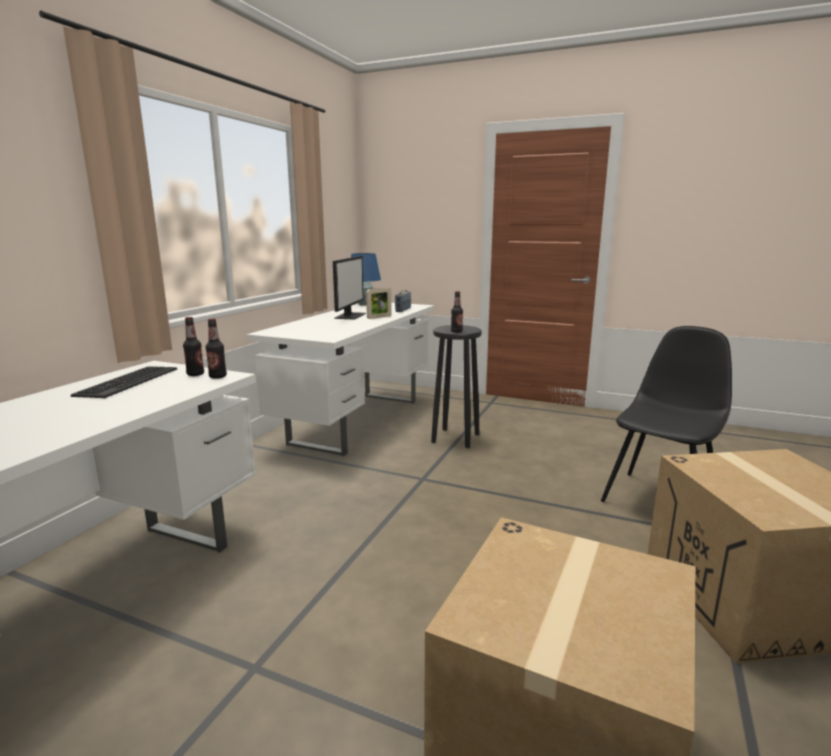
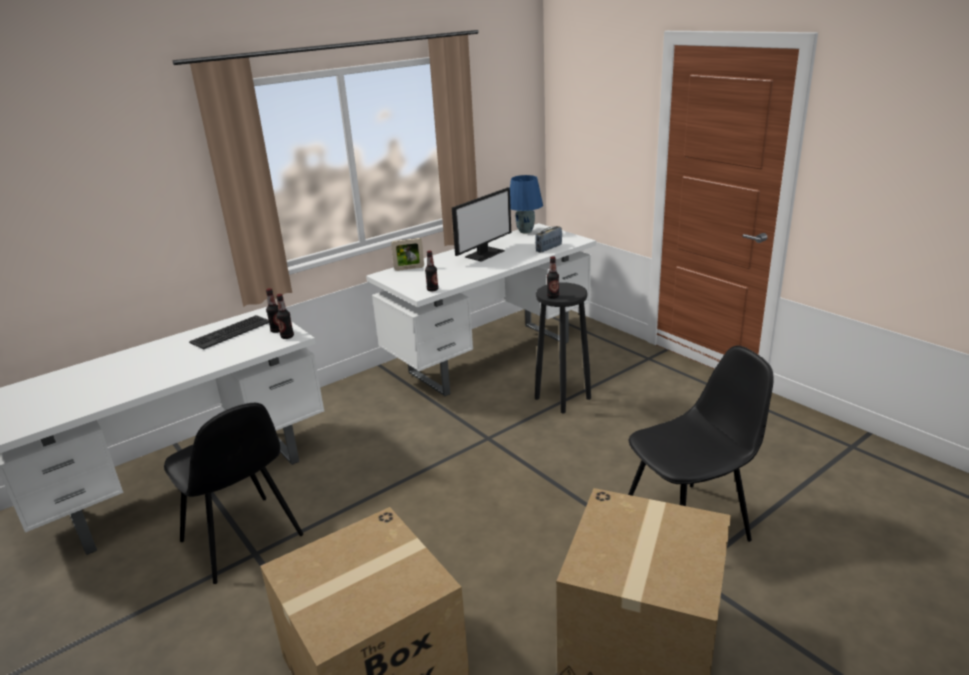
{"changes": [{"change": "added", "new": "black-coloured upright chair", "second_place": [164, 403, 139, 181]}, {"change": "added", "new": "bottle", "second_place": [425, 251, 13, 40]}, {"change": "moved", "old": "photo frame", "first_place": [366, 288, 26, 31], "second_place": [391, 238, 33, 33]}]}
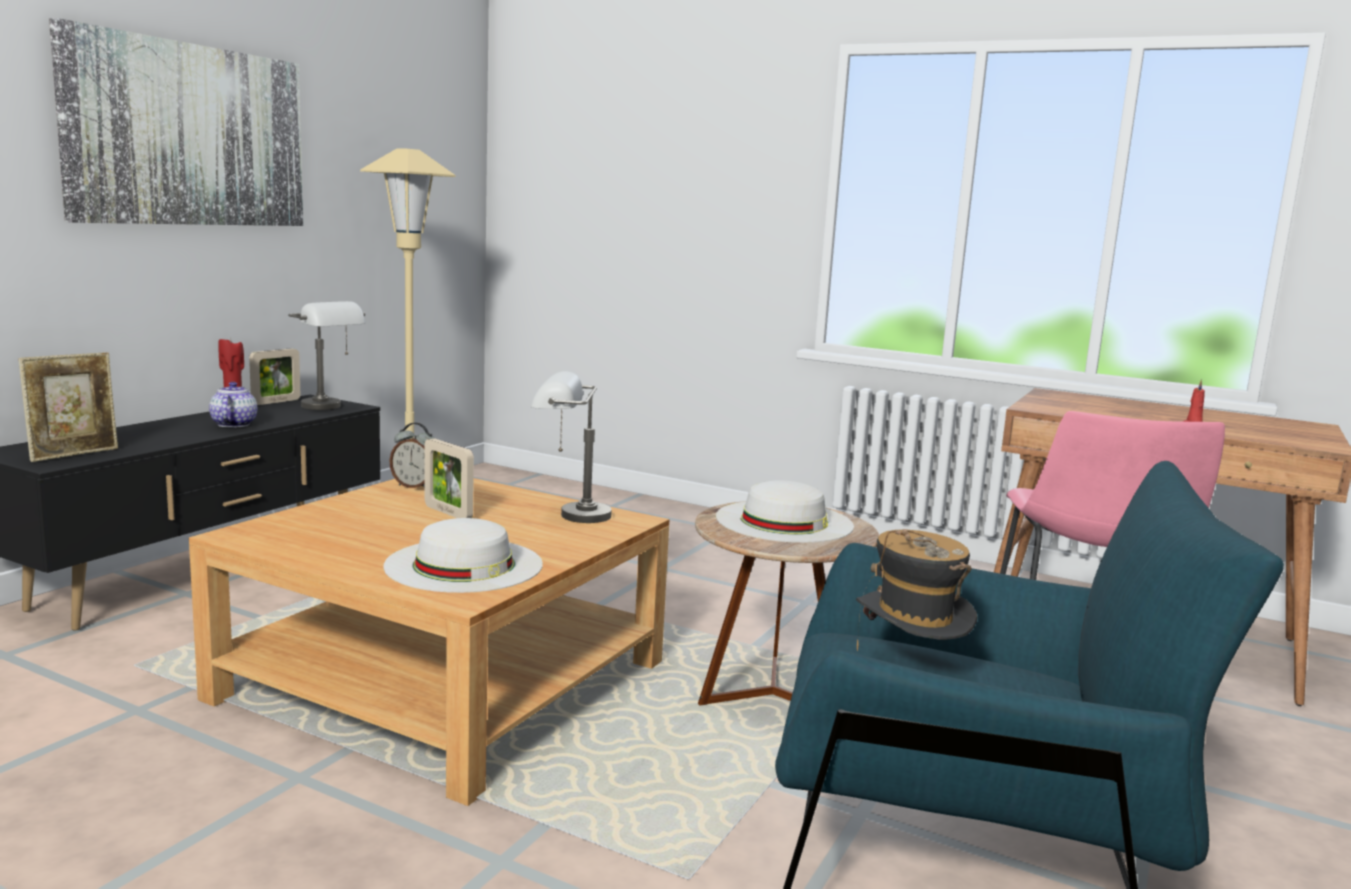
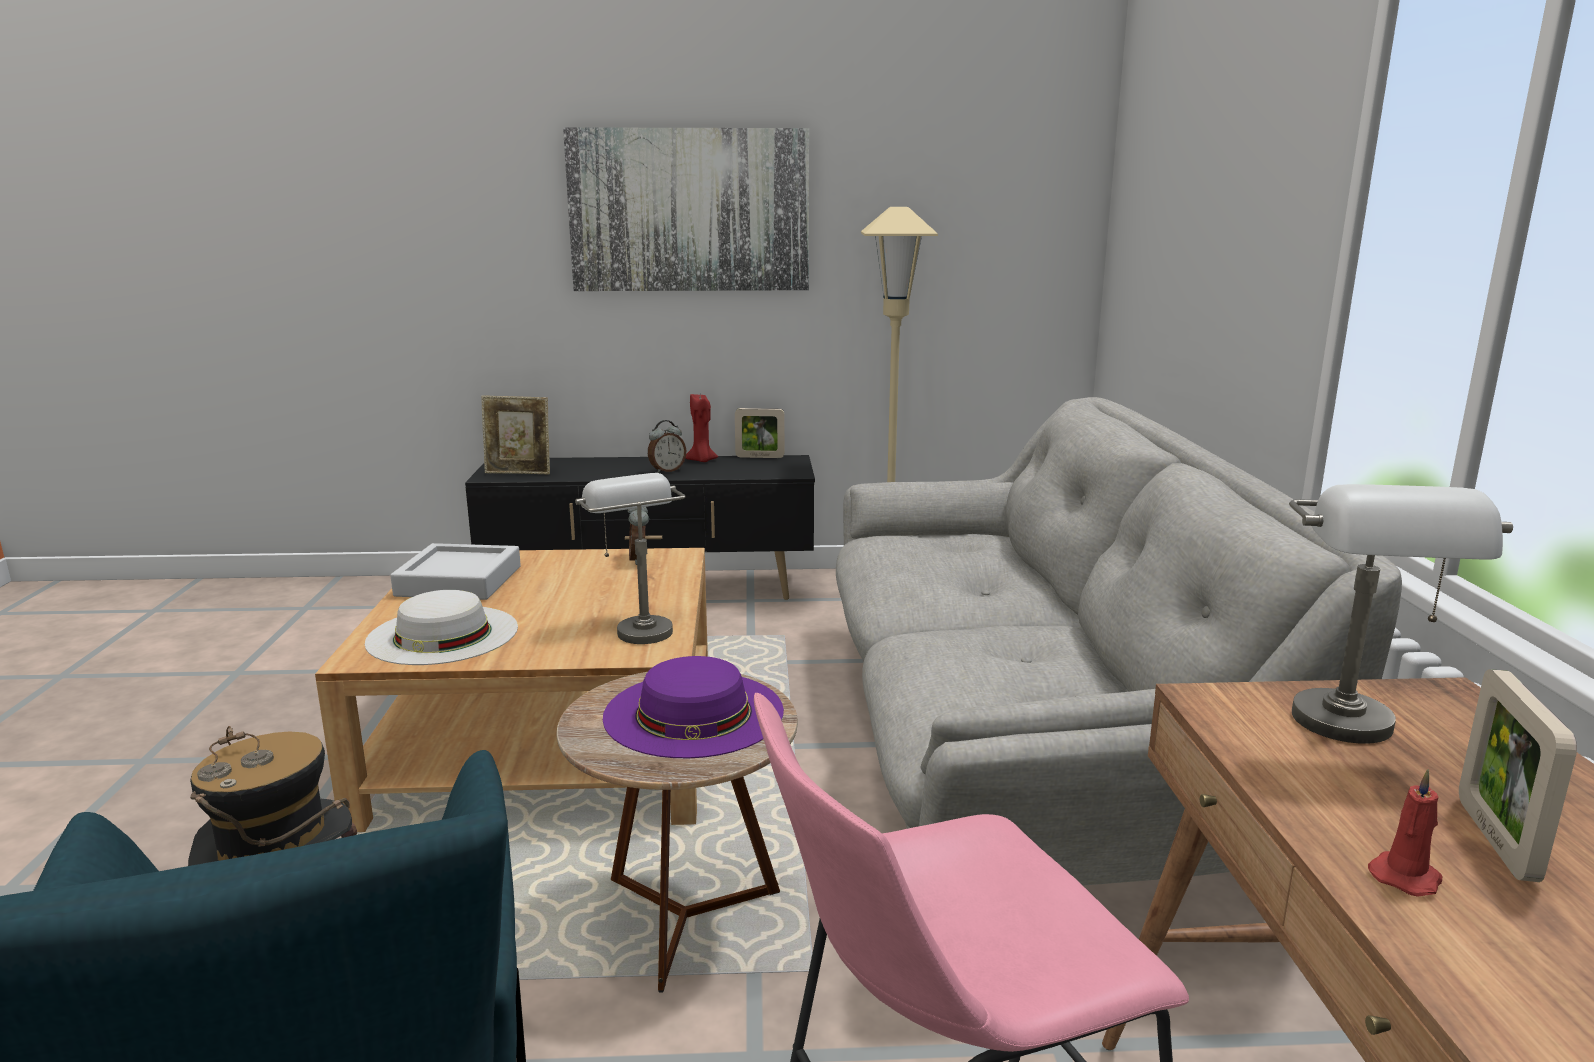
{"changes": [{"change": "added", "new": "grey carrying tray", "second_place": [391, 543, 130, 57]}, {"change": "added", "new": "grey settee", "second_place": [836, 397, 566, 489]}, {"change": "moved", "old": "grey tabletop lamp", "first_place": [288, 301, 77, 109], "second_place": [1289, 484, 224, 260]}, {"change": "moved", "old": "photo frame", "first_place": [425, 438, 49, 80], "second_place": [1459, 669, 118, 213]}, {"change": "replaced", "old": "pot for tea", "new": "bedside clock", "first_place": [209, 382, 48, 45], "second_place": [648, 420, 38, 53]}, {"change": "recoloured", "old": "white clothing hat", "new": "purple clothing hat", "first_place": [716, 480, 138, 63], "second_place": [603, 656, 181, 102]}]}
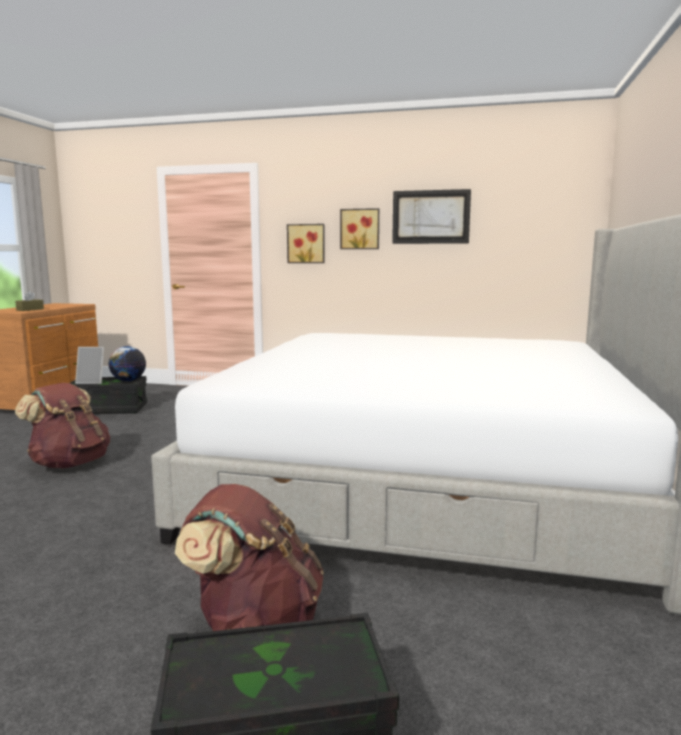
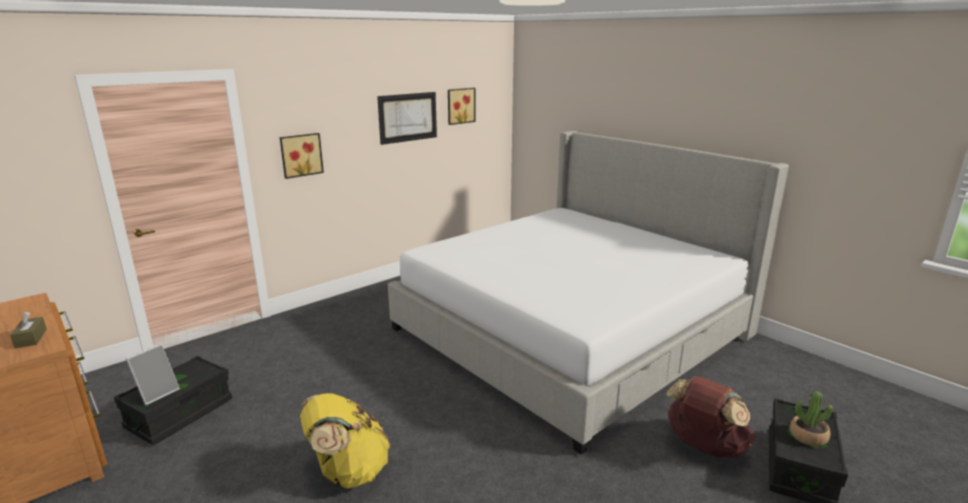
{"changes": [{"change": "removed", "old": "desk globe", "first_place": [108, 346, 38, 35]}, {"change": "added", "new": "potted plant", "second_place": [790, 391, 43, 55]}, {"change": "moved", "old": "wall picture", "first_place": [340, 208, 39, 41], "second_place": [448, 88, 28, 37]}, {"change": "recoloured", "old": "brown rucksack", "new": "yellow rucksack", "first_place": [15, 383, 95, 85], "second_place": [300, 393, 90, 96]}]}
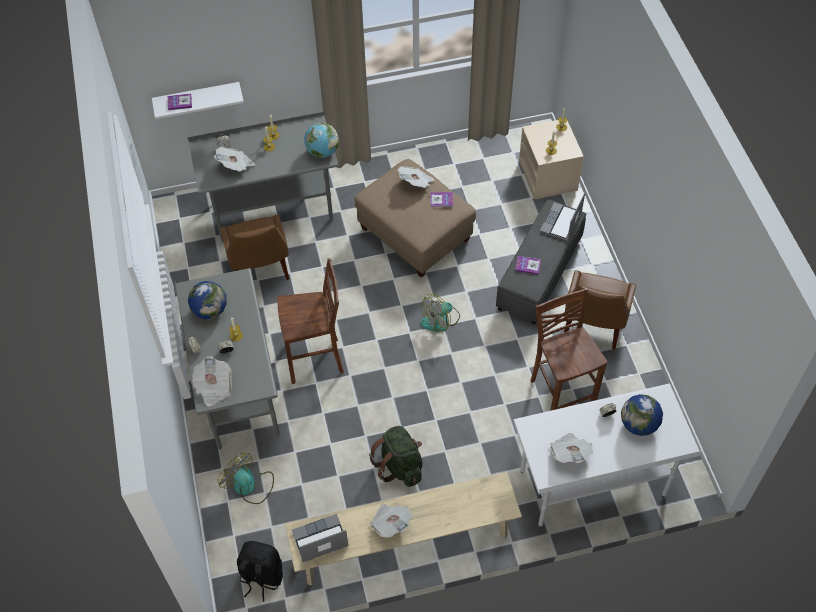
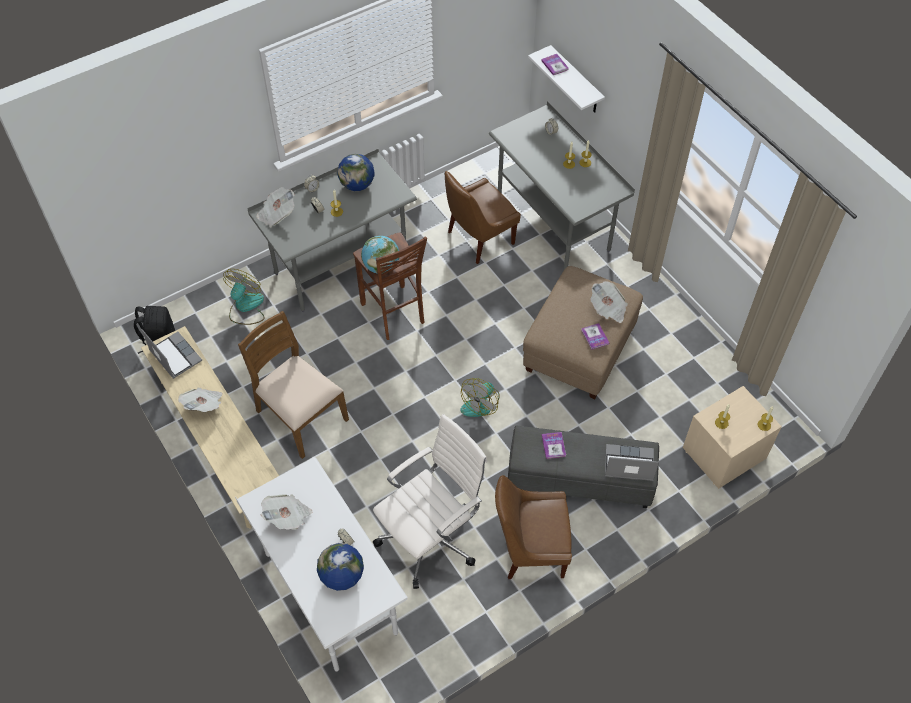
{"changes": [{"change": "removed", "old": "daily paper", "first_place": [214, 147, 41, 25]}, {"change": "moved", "old": "desk globe", "first_place": [304, 123, 35, 35], "second_place": [361, 236, 39, 38]}, {"change": "replaced", "old": "green-coloured rucksack", "new": "brown upright chair", "first_place": [369, 426, 53, 61], "second_place": [238, 311, 111, 148]}, {"change": "replaced", "old": "brown stool seat", "new": "white computer chair", "first_place": [531, 288, 77, 123], "second_place": [373, 414, 114, 175]}, {"change": "turned", "old": "electric fan", "first_place": [420, 294, 40, 38], "second_place": [461, 378, 39, 39], "degrees": -90}]}
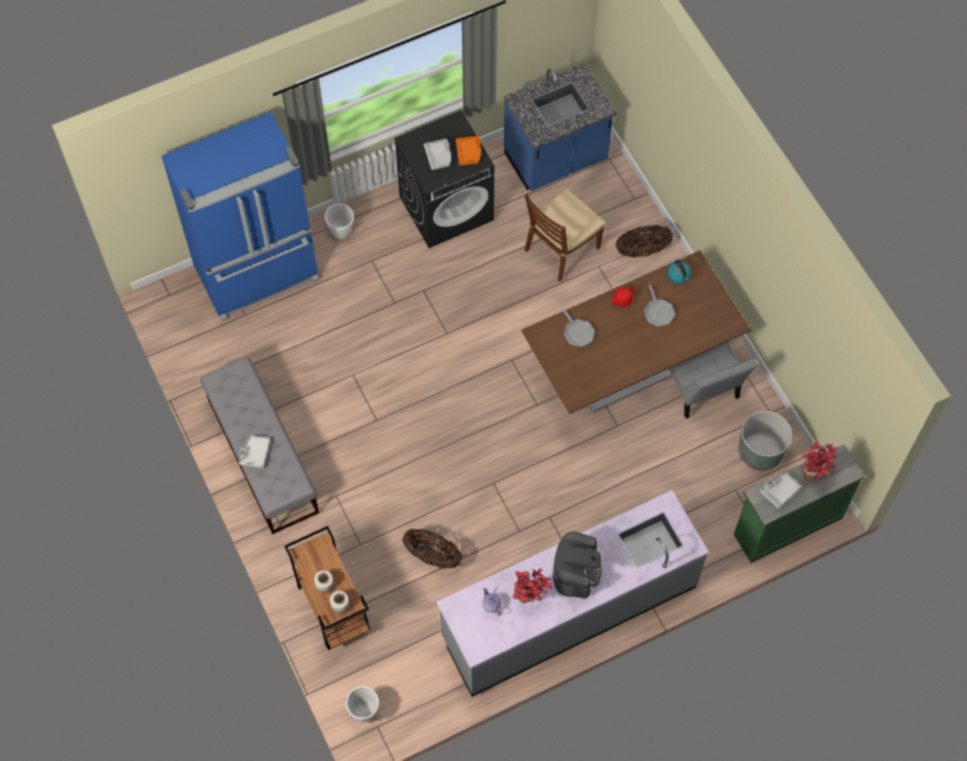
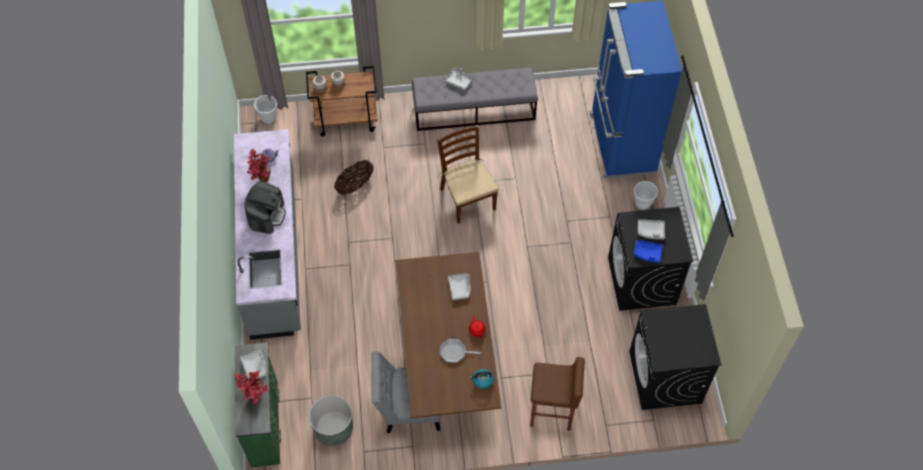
{"changes": [{"change": "moved", "old": "brown upright chair", "first_place": [525, 188, 80, 94], "second_place": [437, 125, 62, 99]}, {"change": "replaced", "old": "blue-coloured counter", "new": "black-coloured laundry appliance", "first_place": [504, 63, 113, 128], "second_place": [629, 304, 92, 106]}, {"change": "replaced", "old": "frying pan", "new": "grey carrying tray", "first_place": [562, 307, 33, 40], "second_place": [448, 273, 23, 27]}, {"change": "replaced", "old": "household basket", "new": "brown stool seat", "first_place": [616, 225, 57, 32], "second_place": [530, 357, 55, 74]}, {"change": "recoloured", "old": "orangey carrying tray", "new": "blue-coloured carrying tray", "first_place": [456, 136, 25, 29], "second_place": [634, 240, 29, 23]}, {"change": "turned", "old": "coffee maker", "first_place": [553, 531, 49, 68], "second_place": [244, 181, 42, 53], "degrees": -105}]}
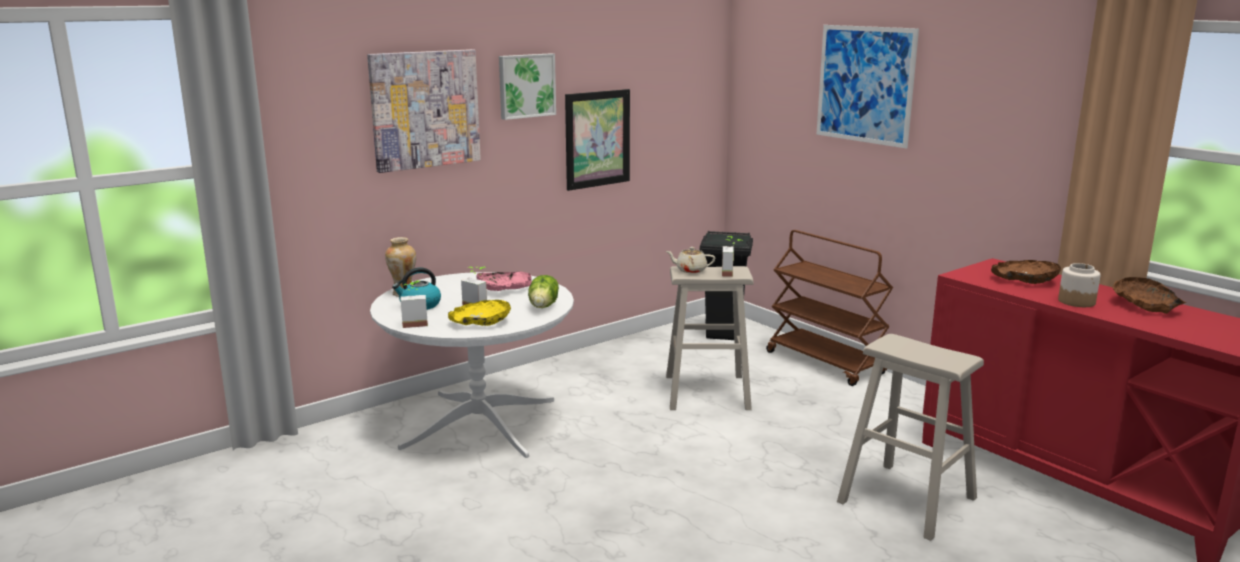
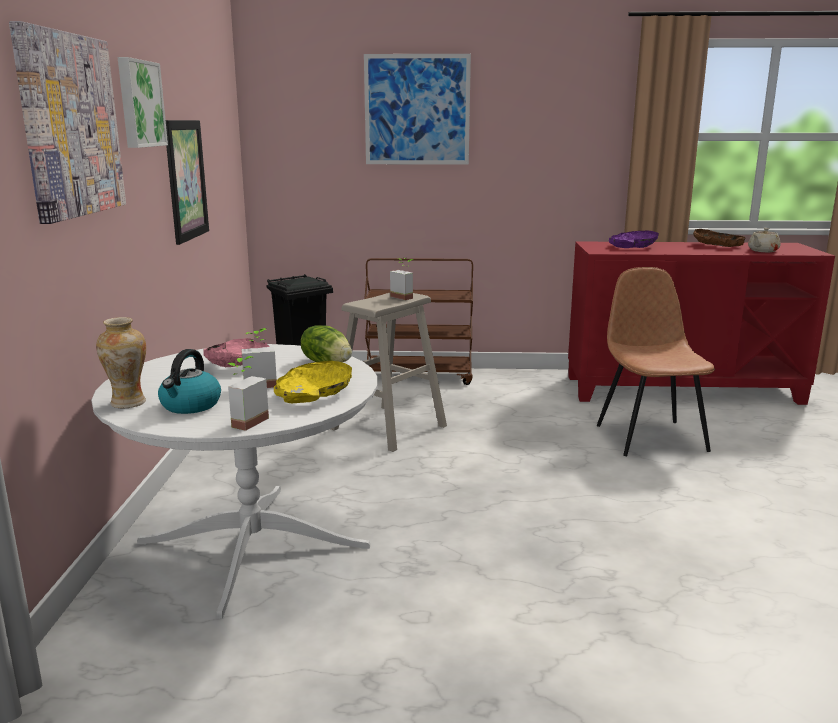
{"changes": [{"change": "removed", "old": "jar", "first_place": [1058, 263, 43, 44]}, {"change": "moved", "old": "beige pot for tea", "first_place": [666, 247, 49, 26], "second_place": [748, 228, 33, 24]}, {"change": "replaced", "old": "beige stool seat", "new": "brown upright chair", "first_place": [837, 334, 147, 207], "second_place": [597, 267, 118, 189]}, {"change": "recoloured", "old": "brown serving bowl", "new": "purple serving bowl", "first_place": [991, 260, 70, 24], "second_place": [609, 231, 50, 17]}]}
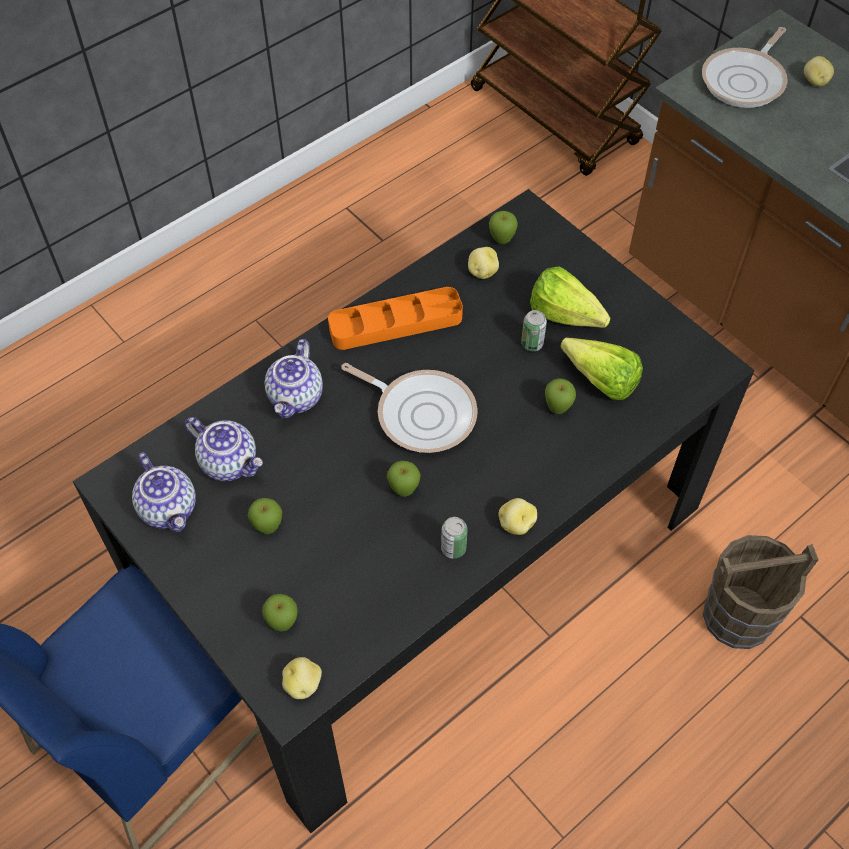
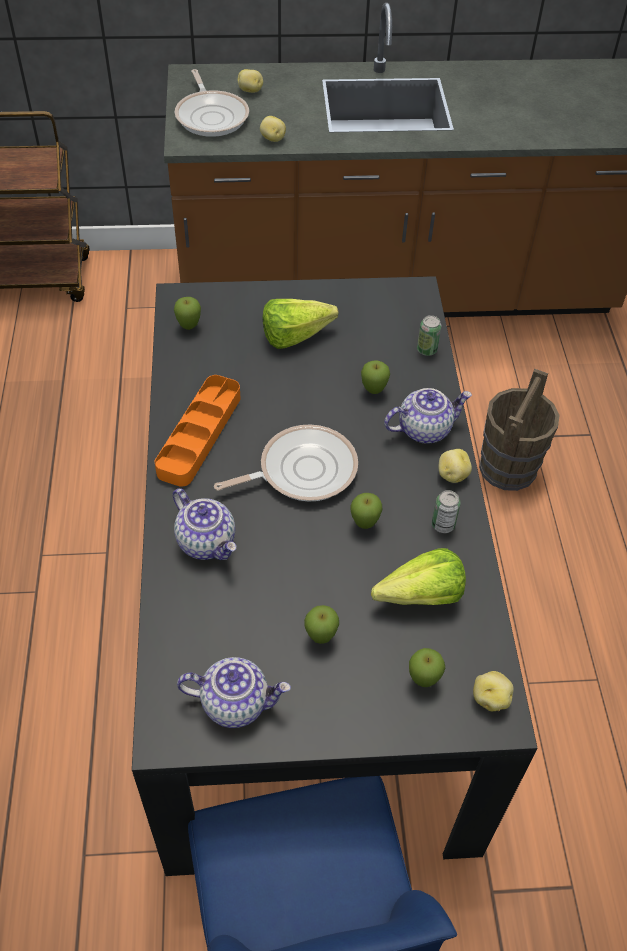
{"changes": [{"change": "moved", "old": "pot for tea", "first_place": [185, 417, 78, 64], "second_place": [384, 388, 88, 55]}, {"change": "moved", "old": "potato", "first_place": [468, 247, 31, 32], "second_place": [260, 116, 26, 26]}, {"change": "moved", "old": "sealed can", "first_place": [521, 310, 26, 41], "second_place": [417, 315, 24, 41]}, {"change": "moved", "old": "lettuce head", "first_place": [561, 338, 82, 62], "second_place": [371, 548, 95, 57]}]}
